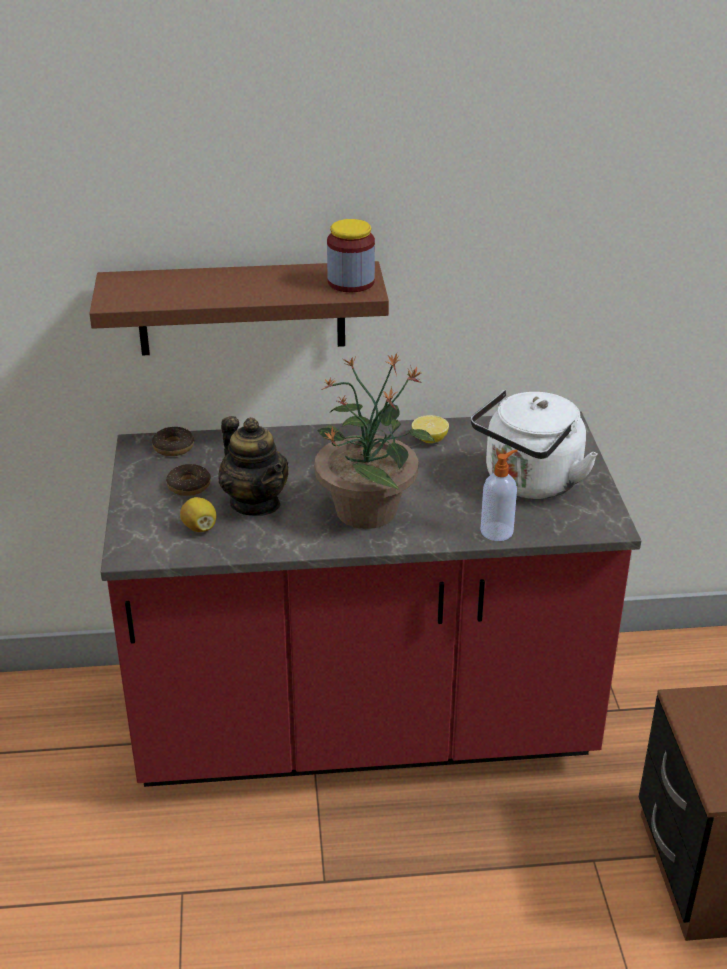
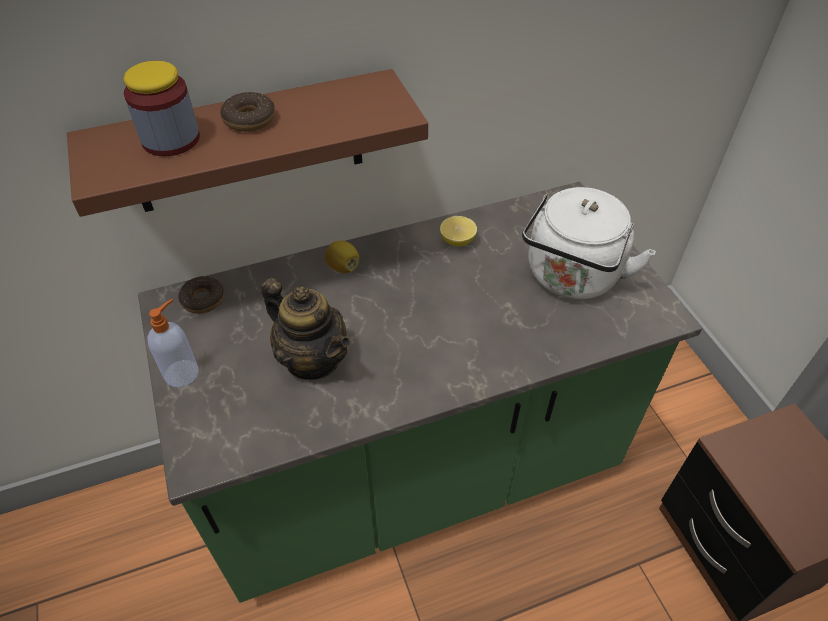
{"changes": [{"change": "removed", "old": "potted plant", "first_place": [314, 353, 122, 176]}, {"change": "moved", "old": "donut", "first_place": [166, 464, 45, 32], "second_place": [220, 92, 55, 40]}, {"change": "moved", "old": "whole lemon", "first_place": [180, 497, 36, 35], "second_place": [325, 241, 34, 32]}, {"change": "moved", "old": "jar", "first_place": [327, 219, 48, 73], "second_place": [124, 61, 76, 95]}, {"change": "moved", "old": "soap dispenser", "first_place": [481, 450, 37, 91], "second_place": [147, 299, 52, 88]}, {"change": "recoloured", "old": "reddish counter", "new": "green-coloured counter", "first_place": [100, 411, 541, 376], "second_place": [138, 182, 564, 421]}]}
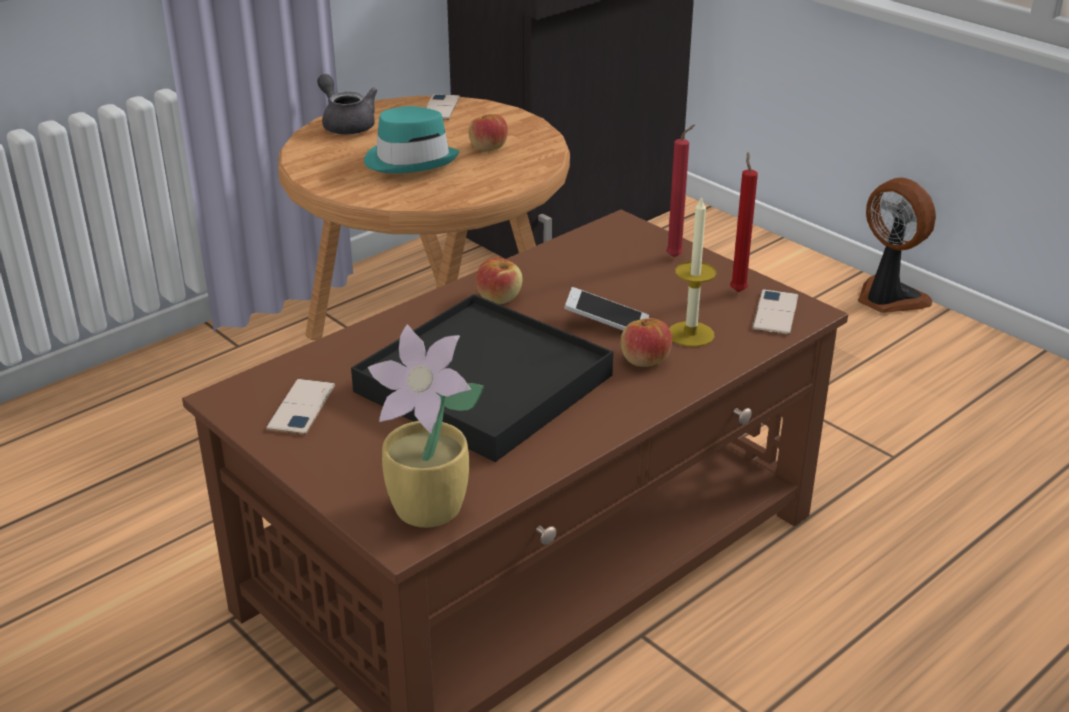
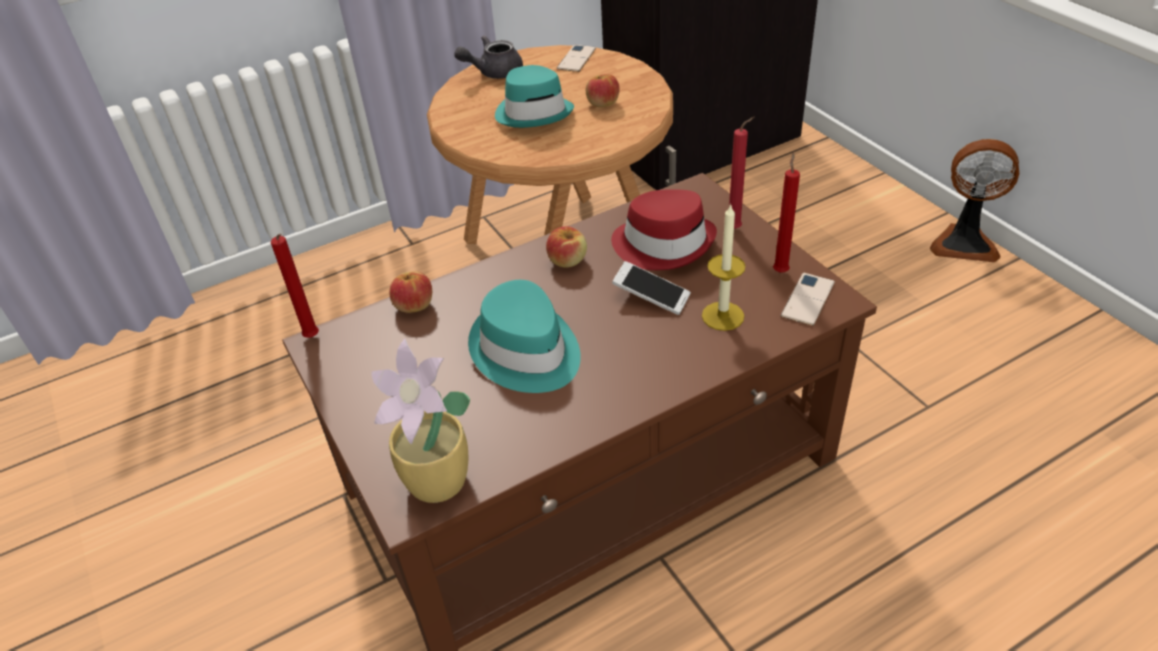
{"changes": [{"change": "removed", "old": "handset", "first_place": [266, 379, 69, 56]}, {"change": "added", "new": "reddish wax candle", "second_place": [271, 233, 48, 105]}, {"change": "added", "new": "reddish clothing hat", "second_place": [611, 189, 106, 81]}, {"change": "moved", "old": "apple fruit", "first_place": [621, 318, 51, 49], "second_place": [389, 271, 43, 42]}, {"change": "replaced", "old": "black-coloured carrying tray", "new": "turquoise-coloured clothing hat", "first_place": [351, 294, 262, 168], "second_place": [468, 280, 113, 113]}, {"change": "turned", "old": "grey pot for tea", "first_place": [317, 74, 60, 61], "second_place": [454, 36, 69, 43], "degrees": -90}, {"change": "turned", "old": "electric fan", "first_place": [858, 178, 78, 135], "second_place": [930, 139, 89, 123], "degrees": 135}]}
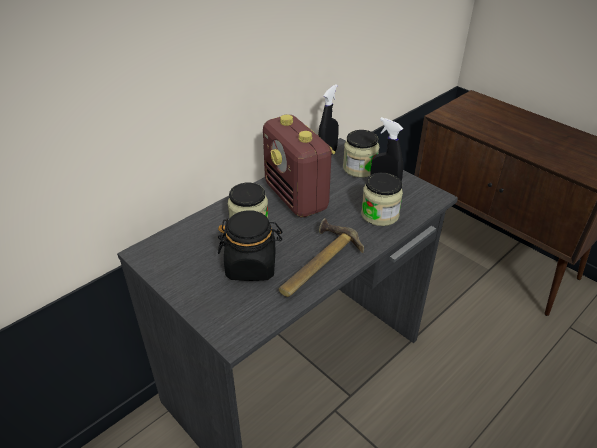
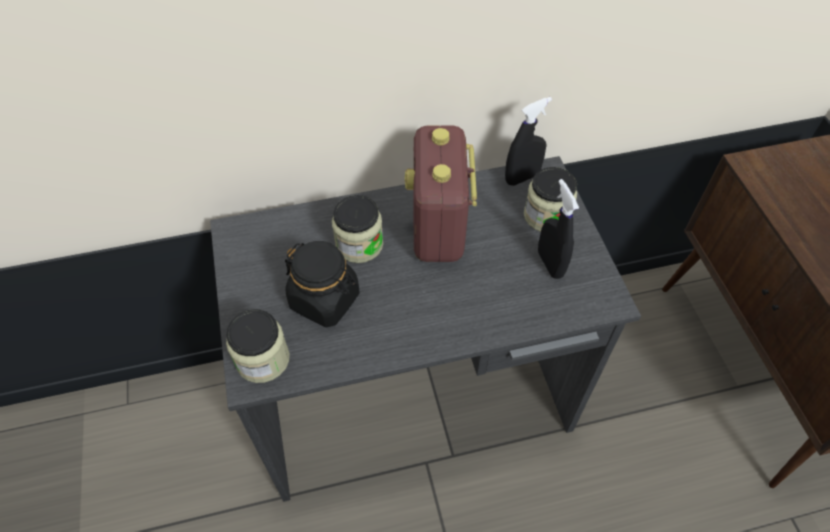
{"changes": [{"change": "removed", "old": "hammer", "first_place": [279, 218, 85, 79]}, {"change": "moved", "old": "jar", "first_place": [361, 173, 42, 53], "second_place": [226, 309, 64, 74]}]}
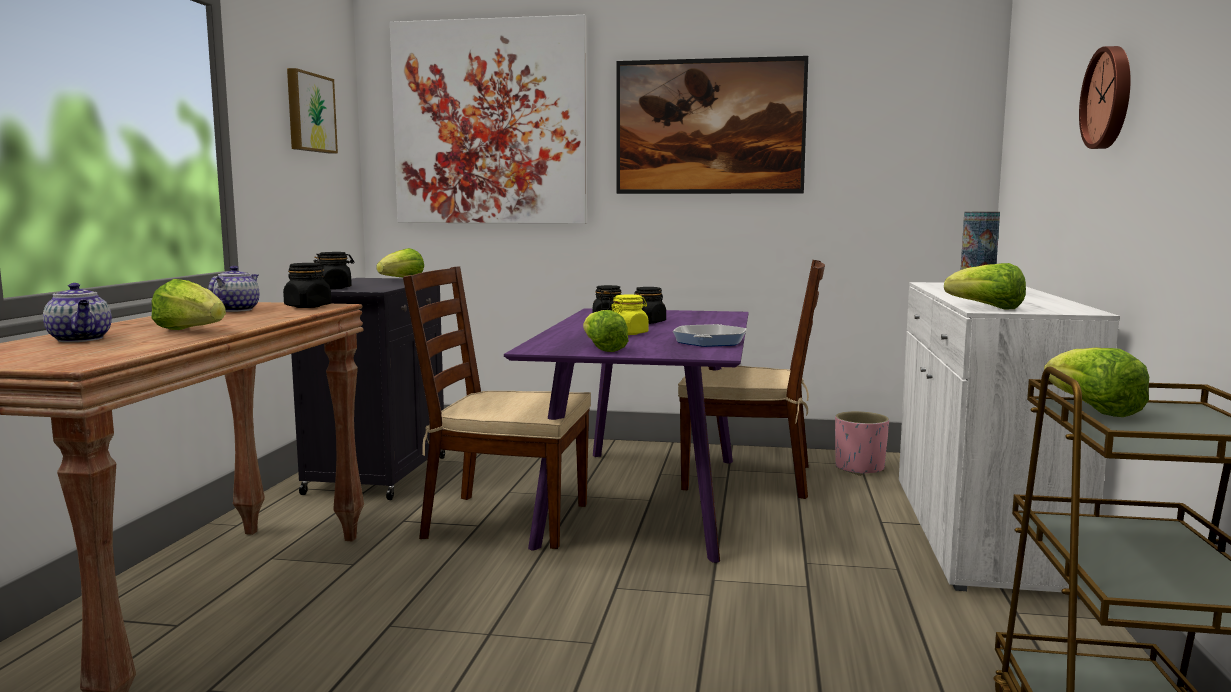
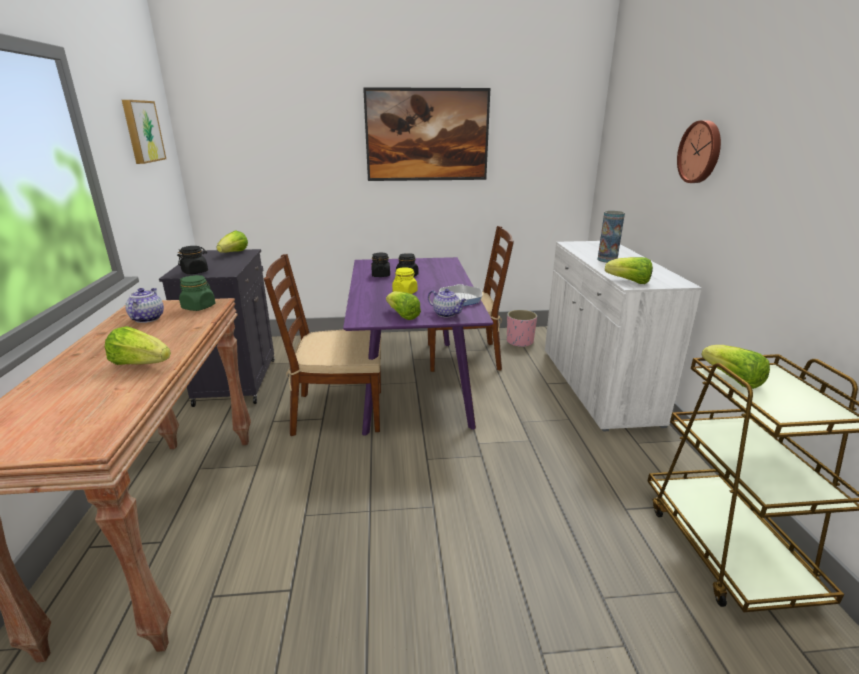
{"changes": [{"change": "removed", "old": "wall picture", "first_place": [390, 15, 198, 209]}, {"change": "moved", "old": "pot for tea", "first_place": [43, 283, 69, 59], "second_place": [428, 289, 38, 28]}, {"change": "recoloured", "old": "black-coloured jar", "new": "green-coloured jar", "first_place": [283, 263, 48, 45], "second_place": [179, 275, 36, 36]}]}
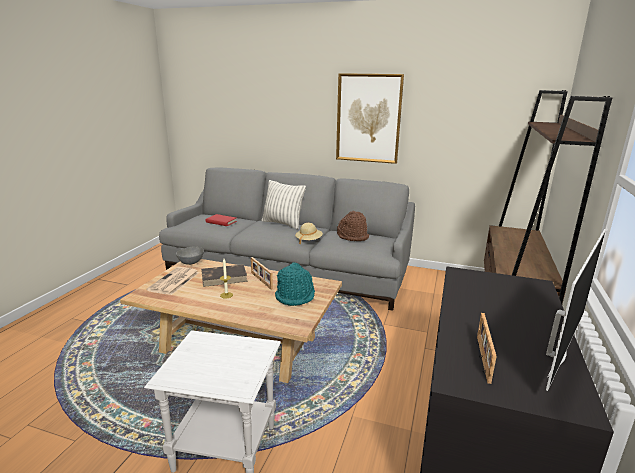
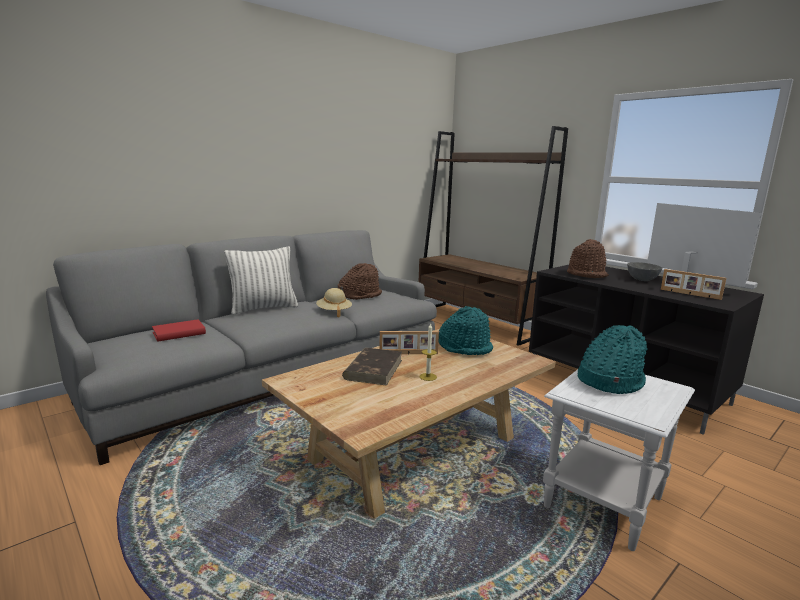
{"changes": [{"change": "removed", "old": "daily paper", "first_place": [147, 267, 52, 28]}, {"change": "removed", "old": "wall picture", "first_place": [336, 73, 68, 91]}, {"change": "added", "new": "brown clothing hat", "second_place": [567, 239, 42, 39]}, {"change": "added", "new": "turquoise-coloured clothing hat", "second_place": [577, 325, 71, 69]}, {"change": "moved", "old": "grey serving bowl", "first_place": [176, 246, 28, 19], "second_place": [627, 262, 35, 19]}]}
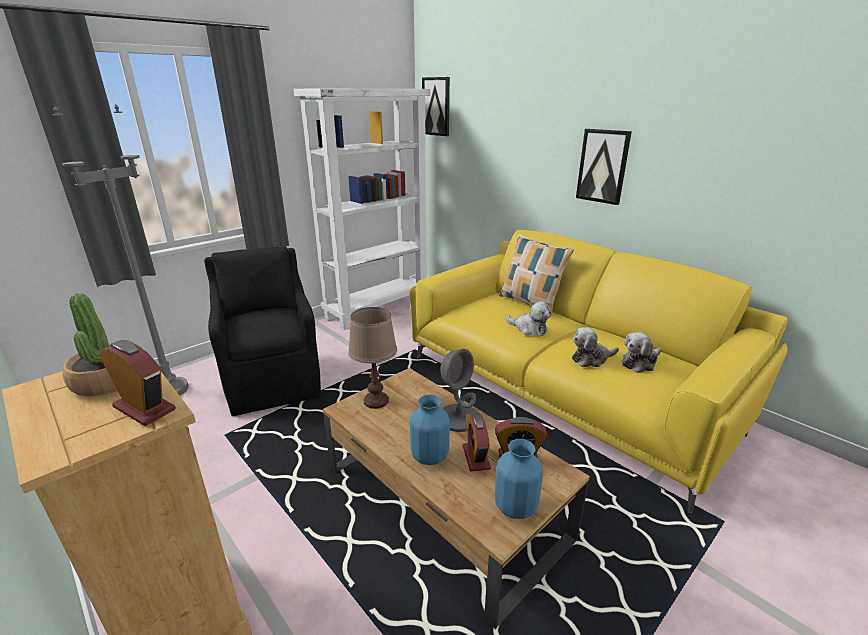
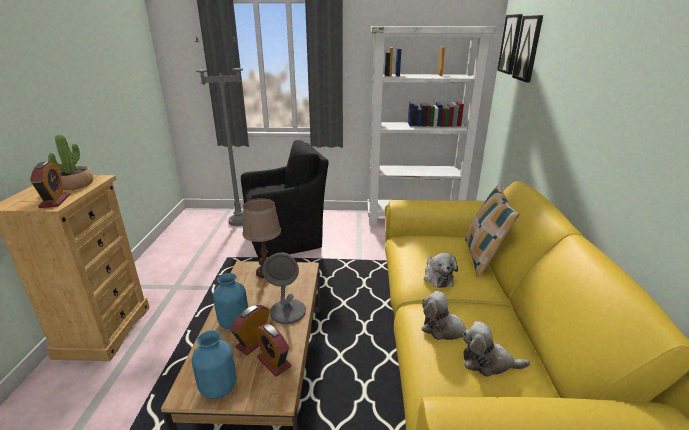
{"changes": [{"change": "moved", "old": "wall picture", "first_place": [576, 129, 56, 76], "second_place": [512, 15, 31, 68]}, {"change": "turned", "old": "black-coloured lounge chair", "first_place": [204, 246, 117, 170], "second_place": [241, 140, 87, 120], "degrees": 45}]}
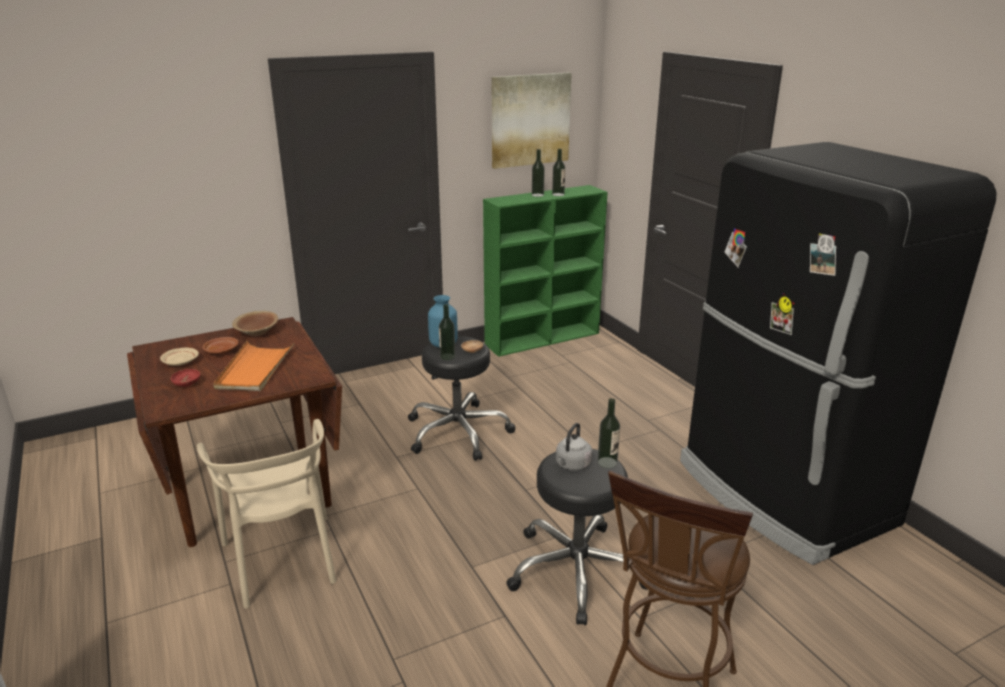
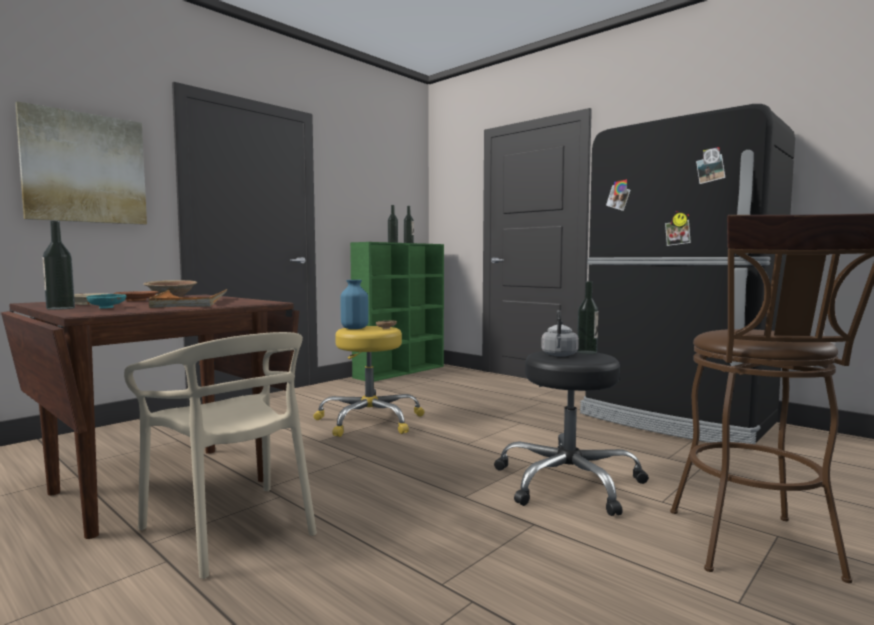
{"changes": [{"change": "moved", "old": "bottle", "first_place": [439, 304, 16, 56], "second_place": [43, 221, 32, 89]}, {"change": "moved", "old": "wall picture", "first_place": [492, 72, 80, 97], "second_place": [15, 101, 132, 124]}, {"change": "recoloured", "old": "reddish serving bowl", "new": "turquoise-coloured serving bowl", "first_place": [171, 369, 29, 18], "second_place": [87, 294, 39, 15]}, {"change": "recoloured", "old": "black-coloured stool seat", "new": "yellow stool seat", "first_place": [408, 336, 107, 125], "second_place": [313, 326, 112, 111]}]}
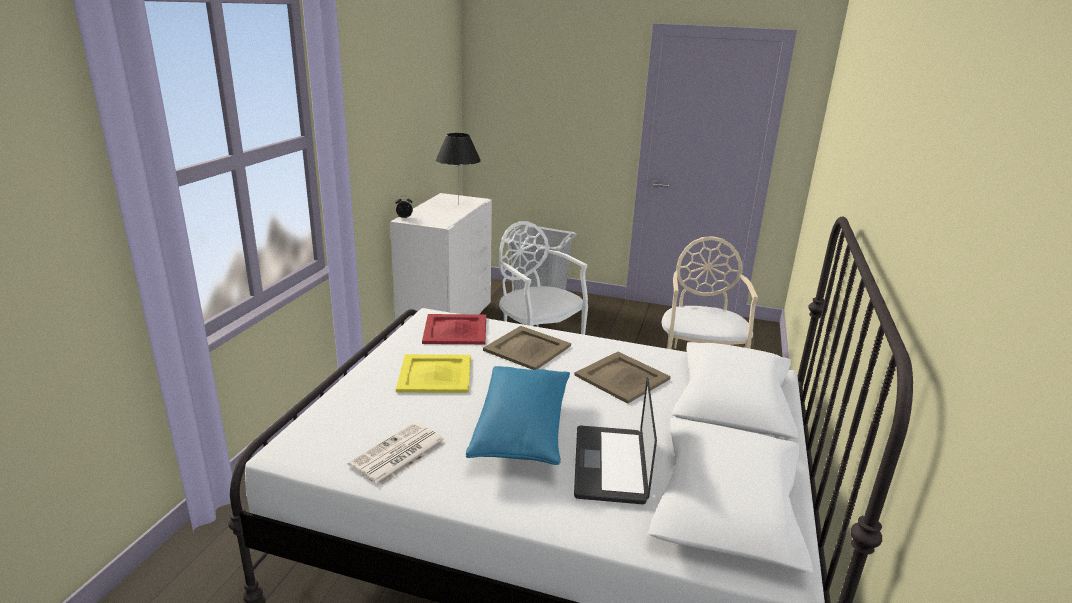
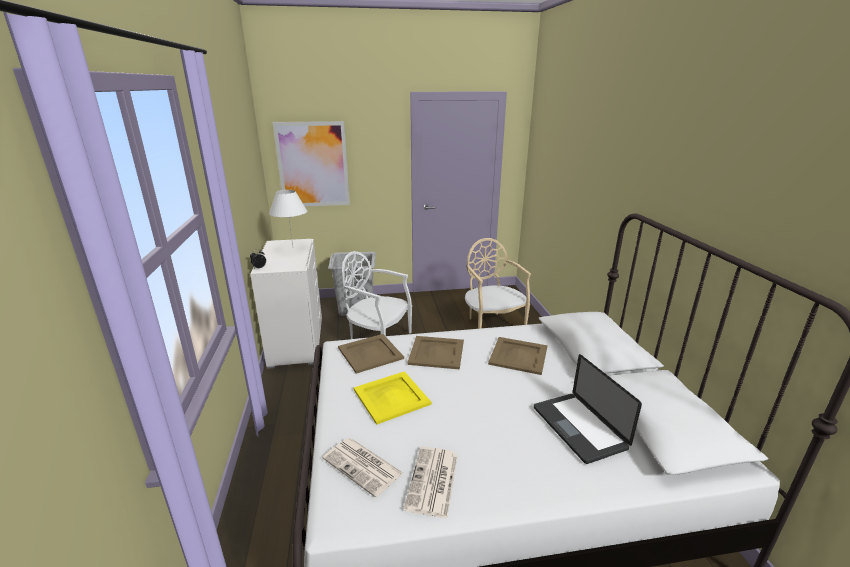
{"changes": [{"change": "removed", "old": "blue-coloured pillow", "first_place": [466, 366, 104, 99]}, {"change": "added", "new": "wall picture", "second_place": [273, 121, 77, 85]}, {"change": "added", "new": "daily paper", "second_place": [323, 438, 80, 59]}, {"change": "recoloured", "old": "reddish carrying tray", "new": "beige carrying tray", "first_place": [422, 314, 64, 30], "second_place": [338, 334, 66, 40]}, {"change": "recoloured", "old": "black-coloured tabletop lamp", "new": "white tabletop lamp", "first_place": [436, 133, 45, 70], "second_place": [269, 190, 38, 56]}]}
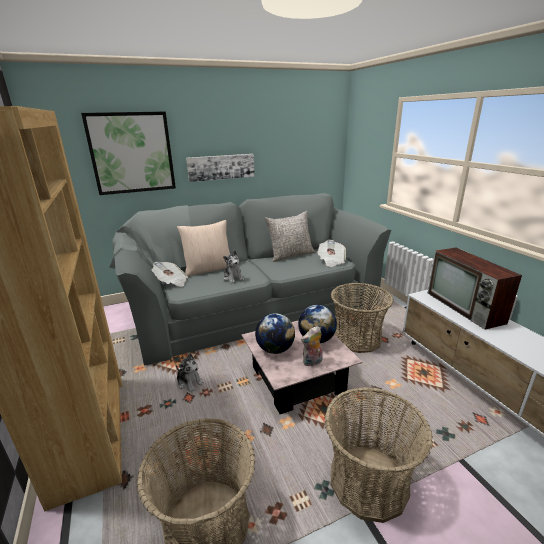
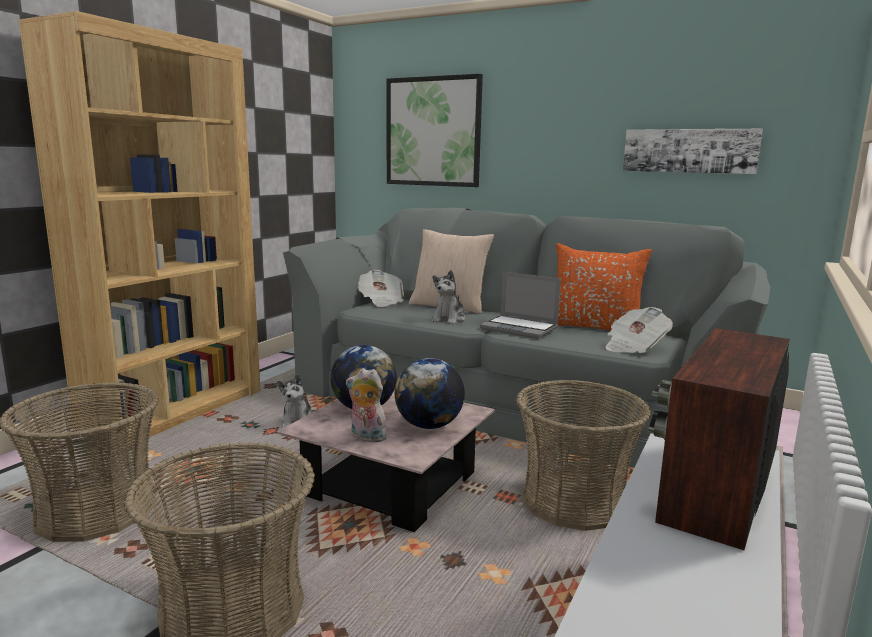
{"changes": [{"change": "added", "new": "notebook computer", "second_place": [480, 272, 81, 67]}, {"change": "moved", "old": "wall picture", "first_place": [186, 154, 68, 28], "second_place": [623, 129, 140, 45]}, {"change": "recoloured", "old": "grey pillow", "new": "orangey pillow", "first_place": [265, 211, 50, 51], "second_place": [556, 243, 96, 88]}]}
